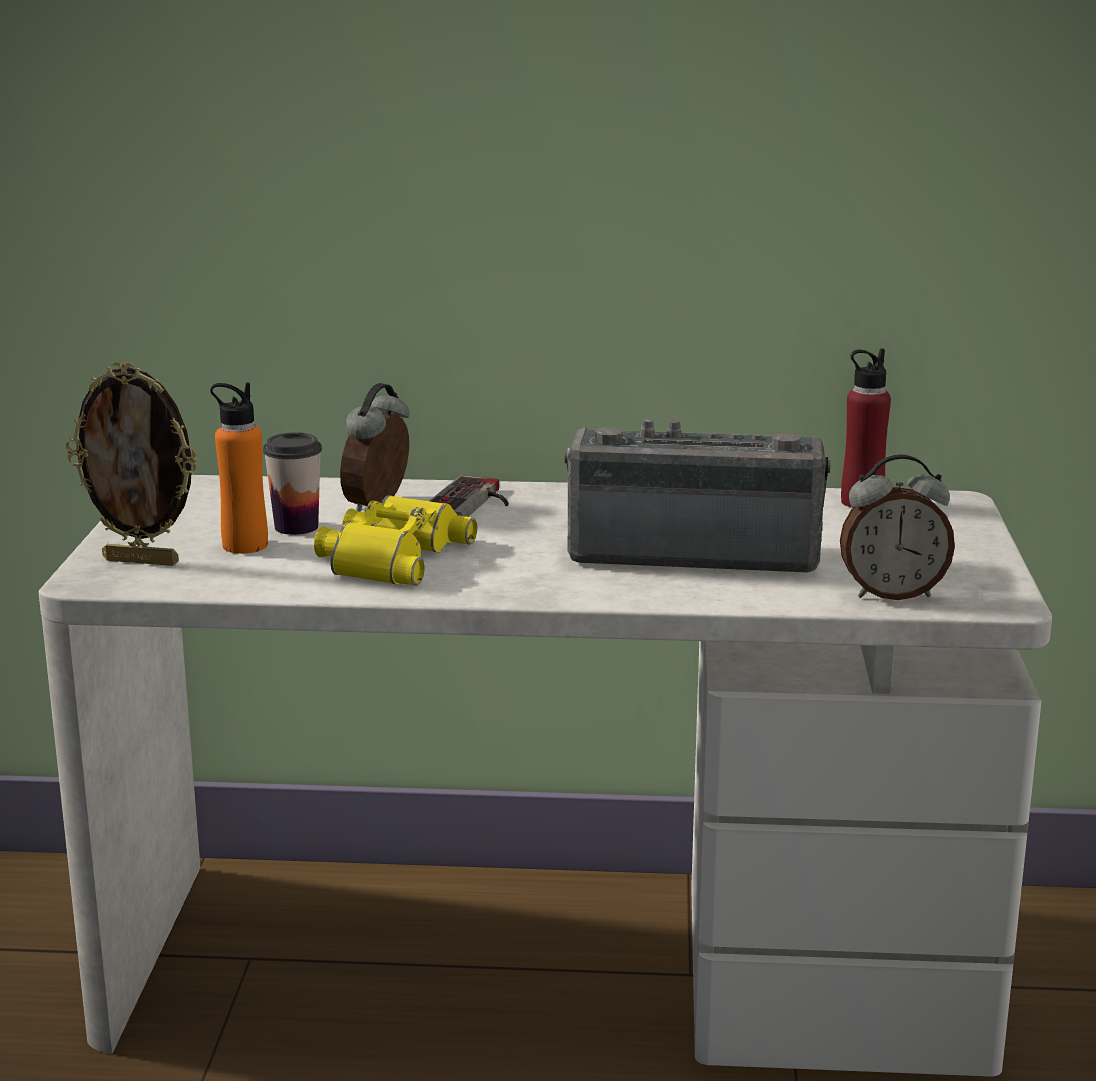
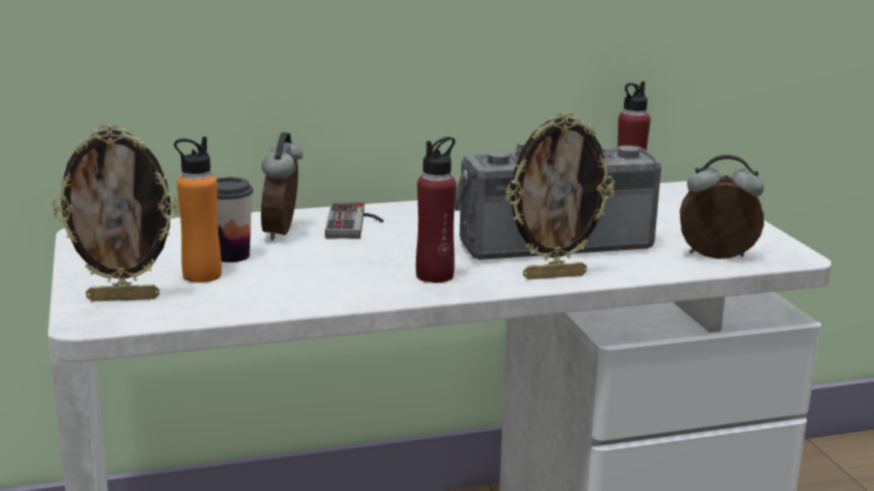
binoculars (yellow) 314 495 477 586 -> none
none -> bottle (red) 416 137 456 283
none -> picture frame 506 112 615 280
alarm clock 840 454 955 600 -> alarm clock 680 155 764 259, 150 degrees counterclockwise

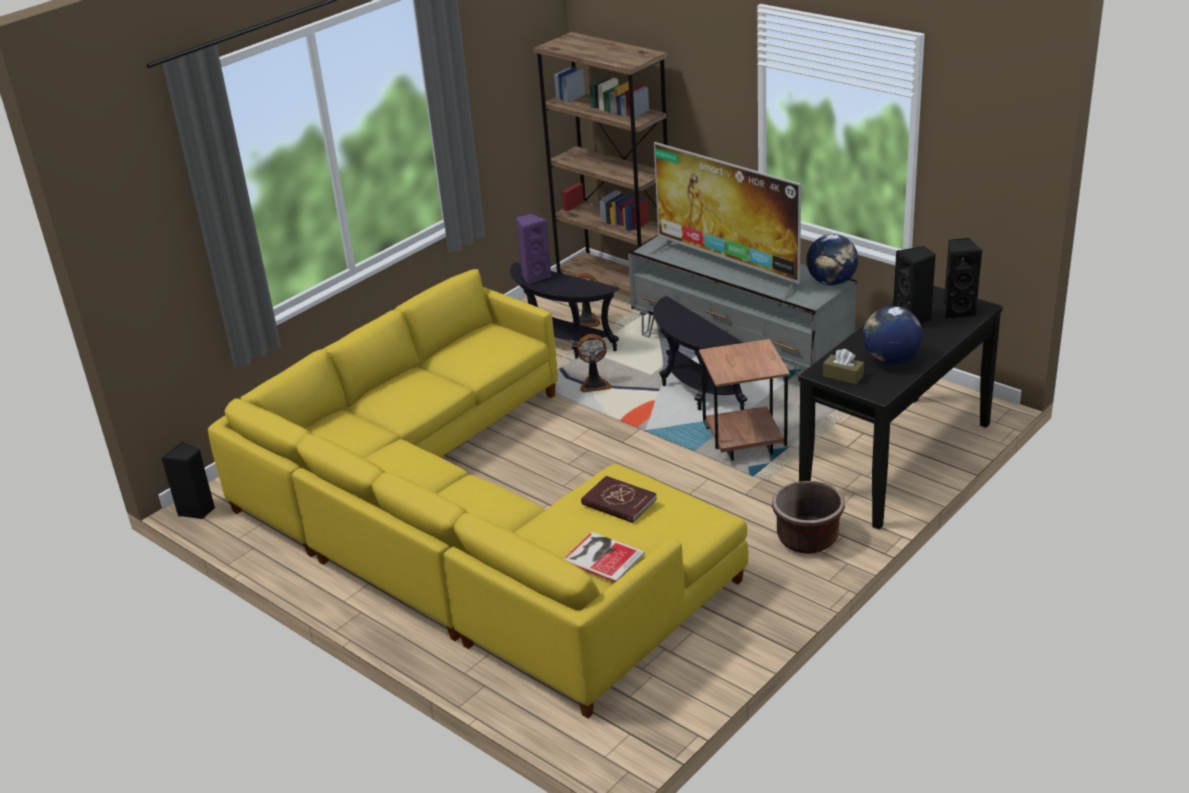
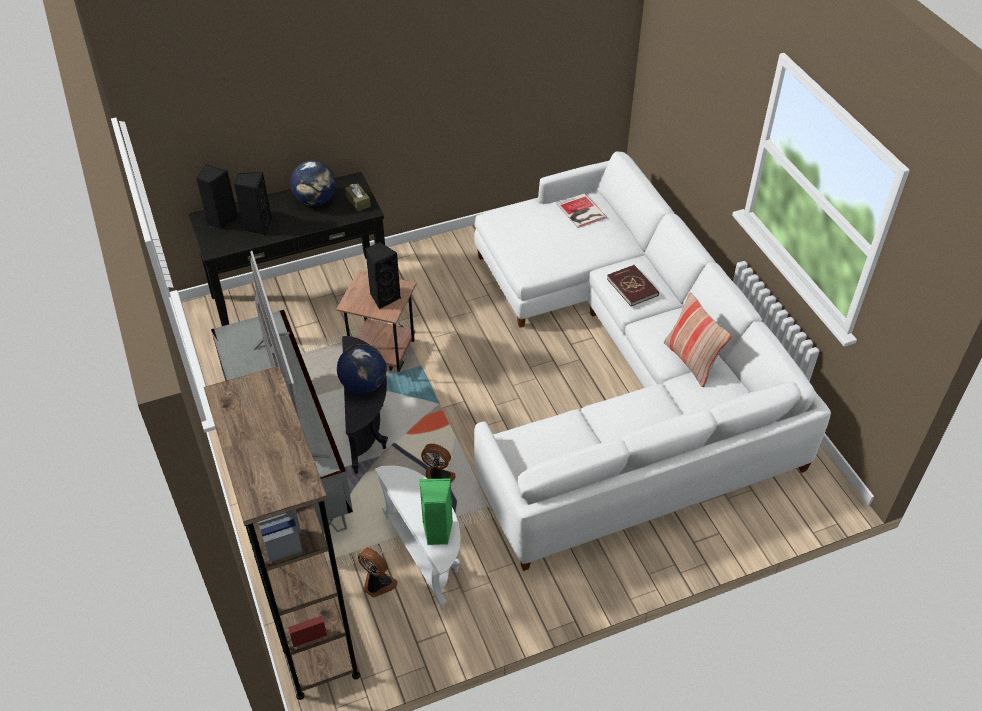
planter (brown) 772 481 845 554 -> none
none -> pillow 664 292 732 387
speaker (black) 161 442 215 519 -> speaker (black) 365 242 401 309, moved
book (red) 581 476 657 523 -> book (red) 607 265 659 306, moved
globe 806 234 858 286 -> globe 337 344 387 394, moved
sofa (yellow) 208 269 749 718 -> sofa (white) 474 151 831 571
side table (black) 510 262 620 358 -> side table (white) 375 466 461 610
speaker (purple) 515 213 551 284 -> speaker (green) 419 478 453 545

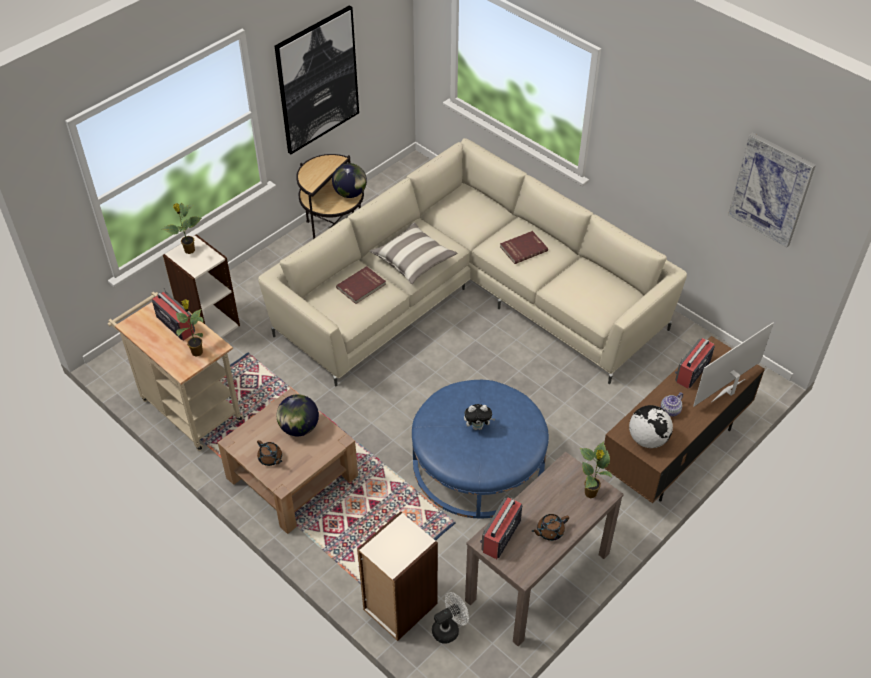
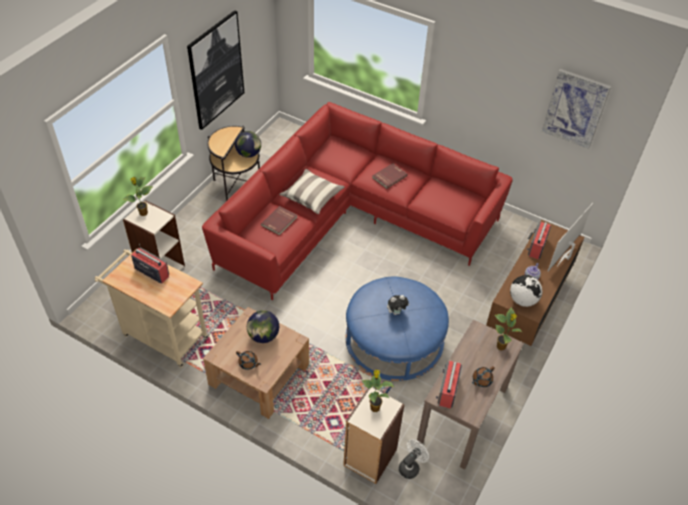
potted plant 176 299 204 357 -> potted plant 362 370 394 412, moved
sofa (beige) 258 138 687 386 -> sofa (red) 202 102 513 300

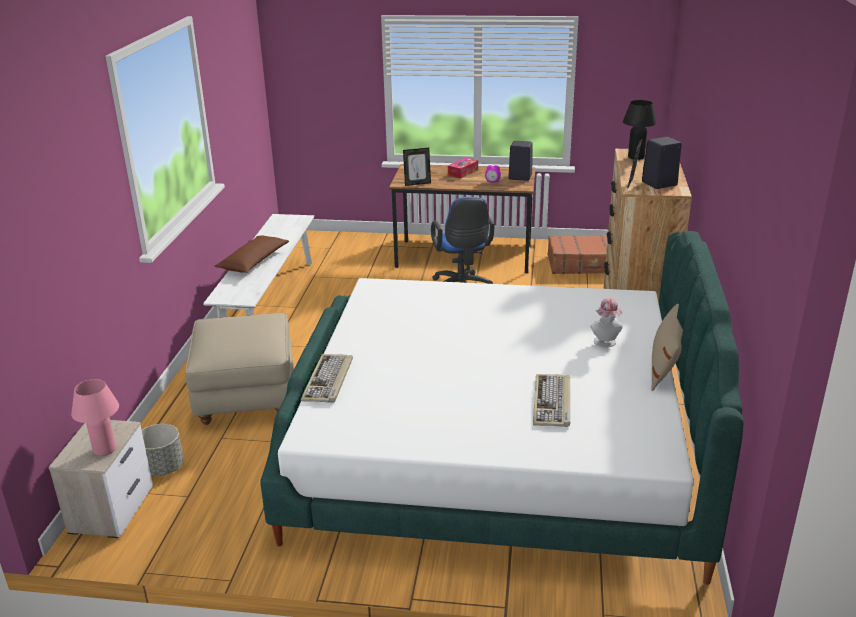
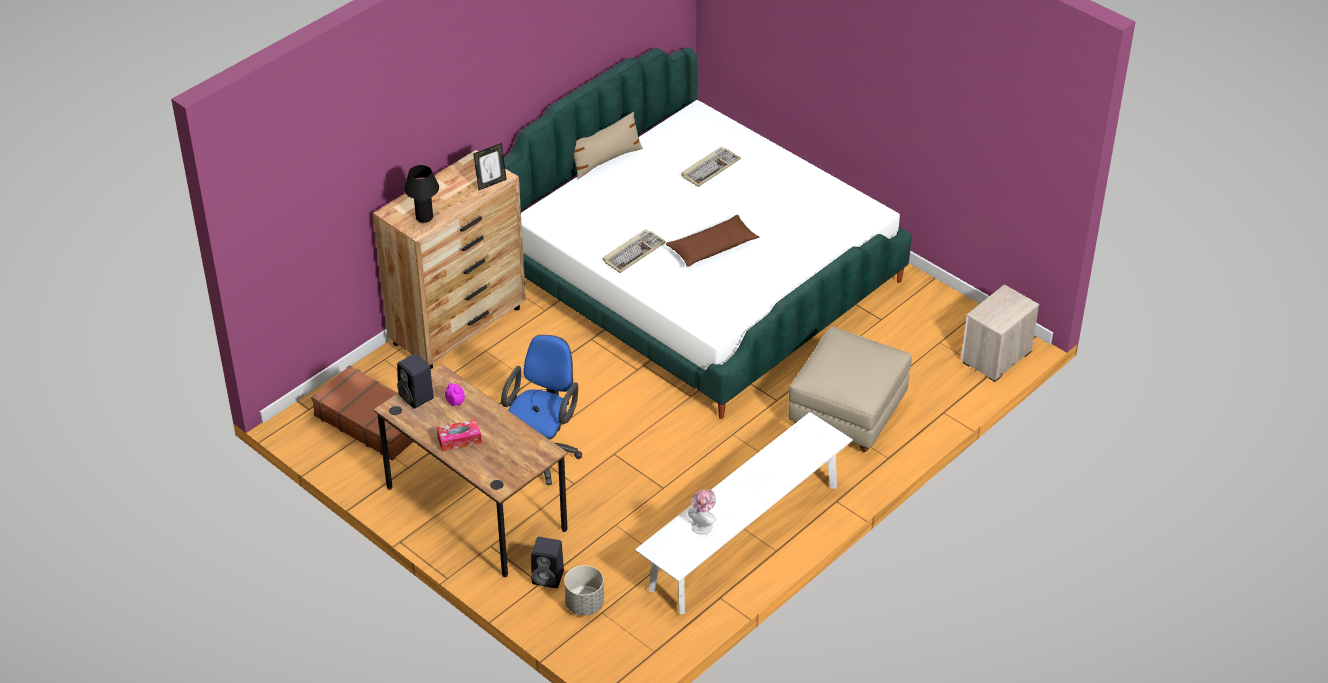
table lamp (pink) 71 379 119 456 -> none
picture frame 403 148 431 186 -> none
planter (grey) 142 424 184 476 -> planter (grey) 564 565 604 615, moved
pillow (brown) 214 235 289 273 -> pillow (brown) 666 215 759 267, moved
keyboard 301 354 353 403 -> keyboard 603 229 666 273, moved
hat 590 298 623 347 -> hat 688 489 716 535, moved
speaker (black) 642 137 682 189 -> speaker (black) 531 537 564 588, moved

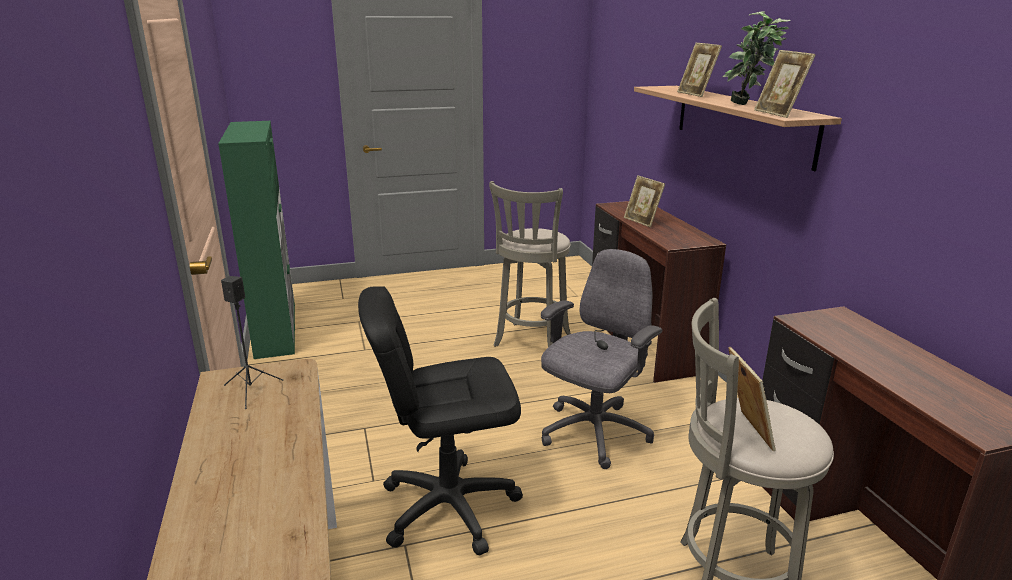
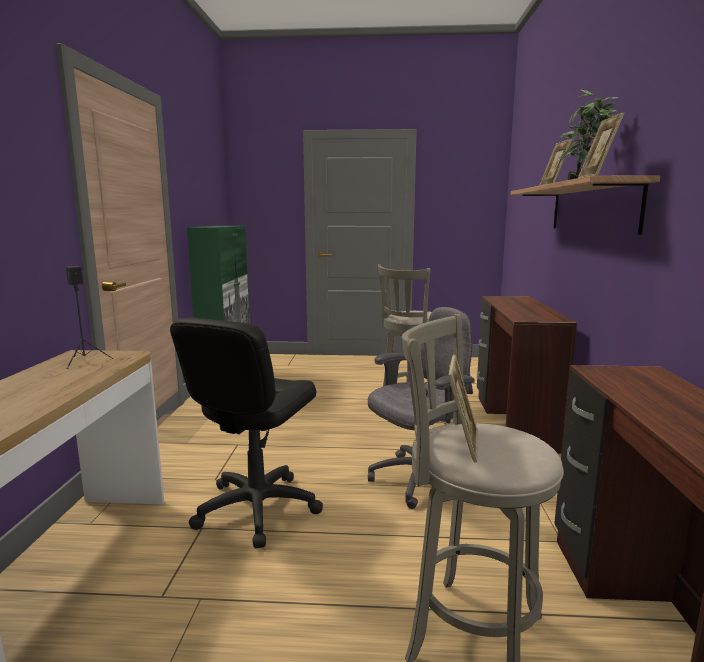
picture frame 624 175 665 227 -> none
office chair (black) 358 286 523 556 -> office chair (black) 170 317 323 548, 75 degrees counterclockwise

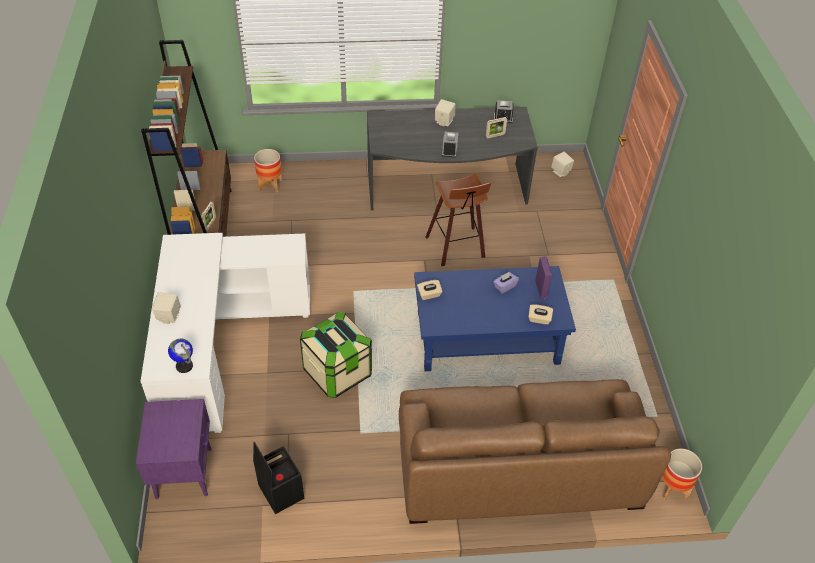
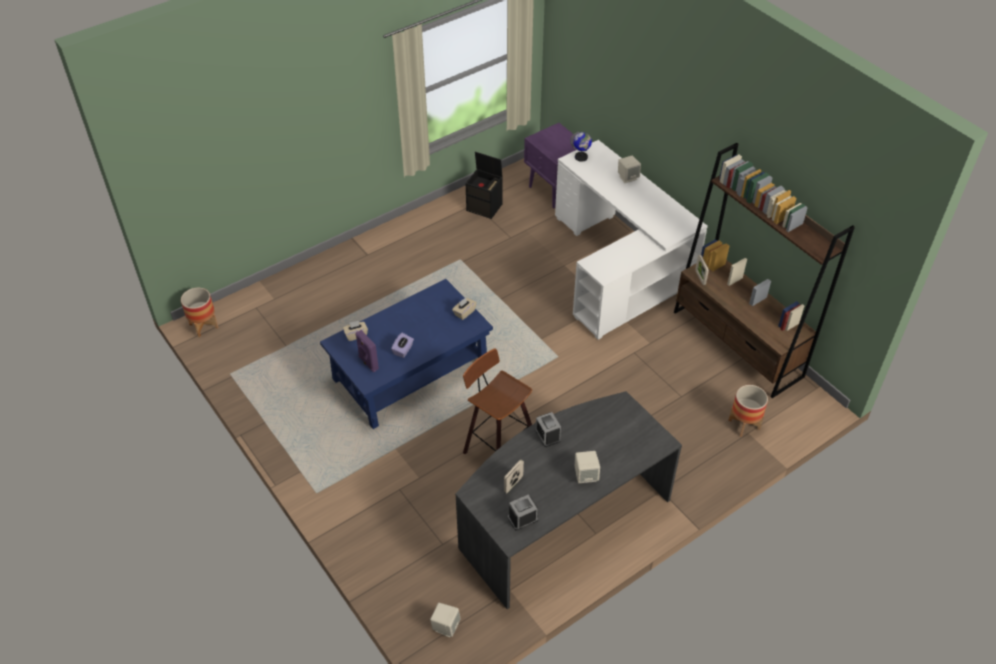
storage box 300 312 372 398 -> none
sofa (brown) 399 379 671 524 -> none

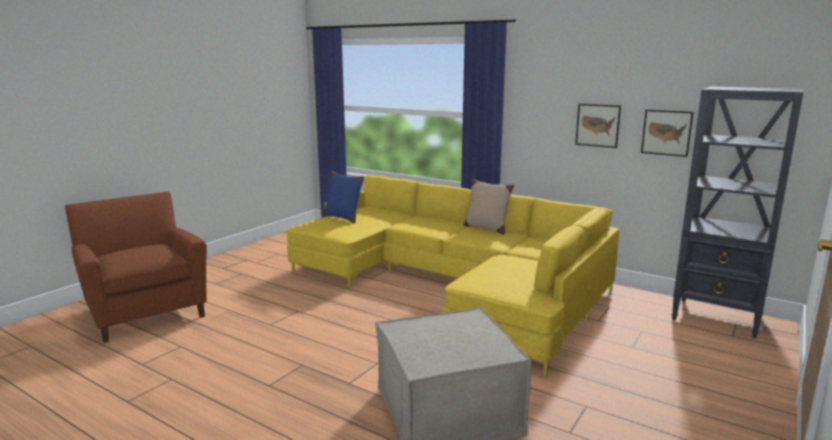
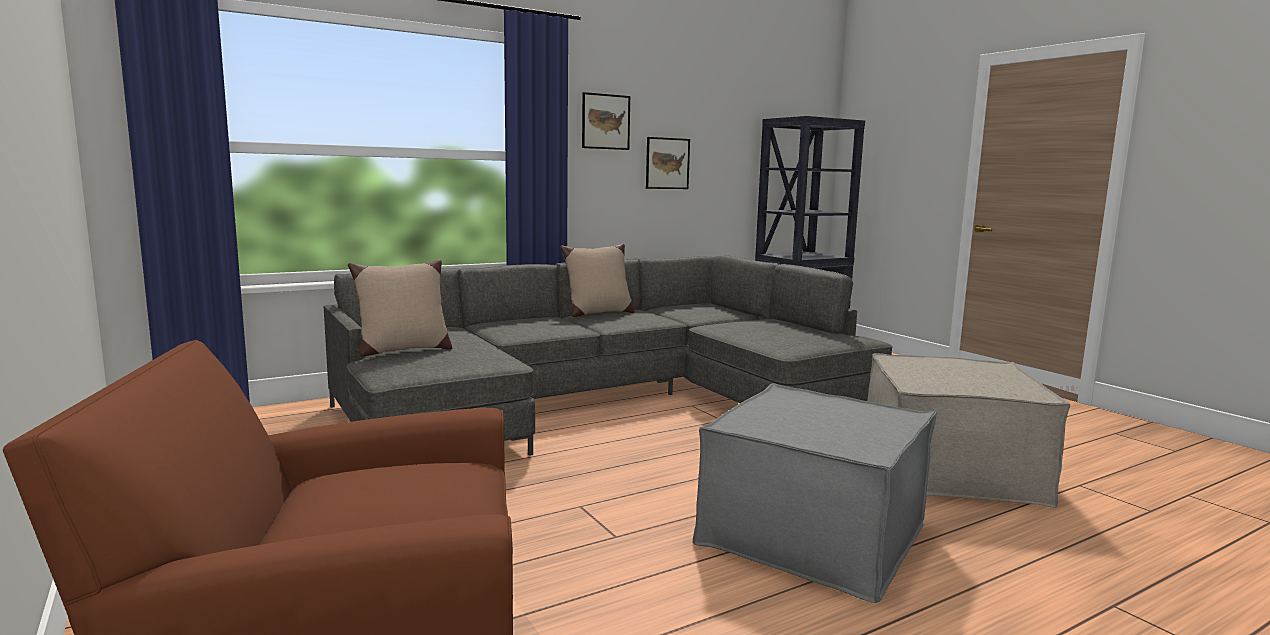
none -> ottoman (grey) 693 383 936 603
picture 641 110 694 157 -> picture 582 92 630 150, moved
sofa (yellow) 287 175 620 376 -> sofa (grey) 324 255 893 456
pillow (blue) 323 171 364 223 -> pillow (beige) 348 259 452 356

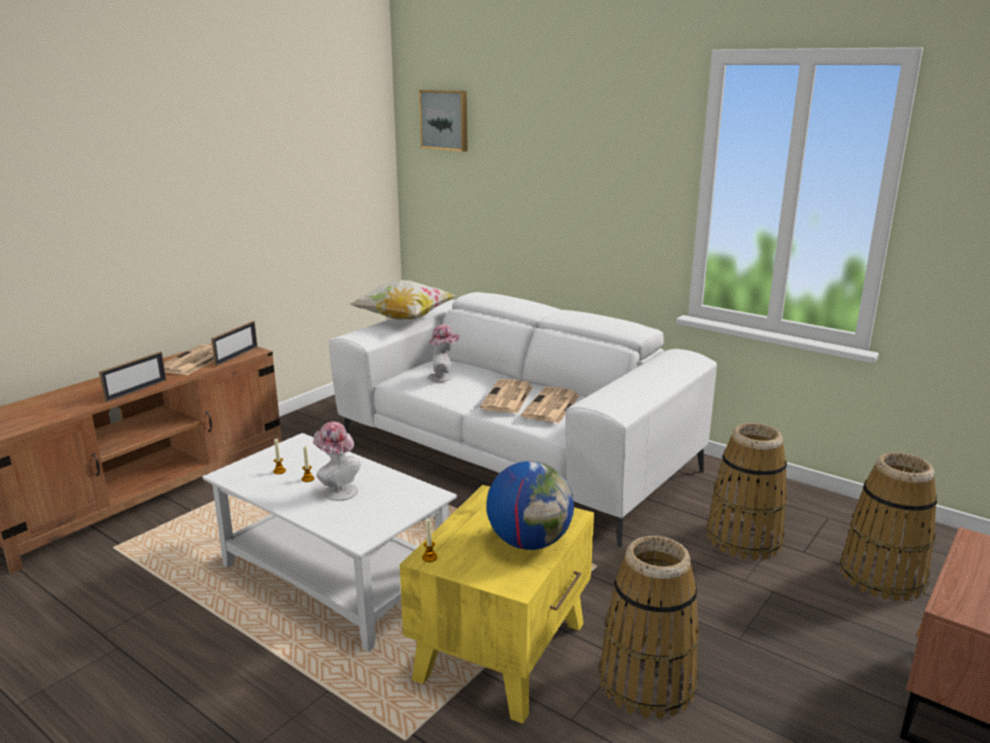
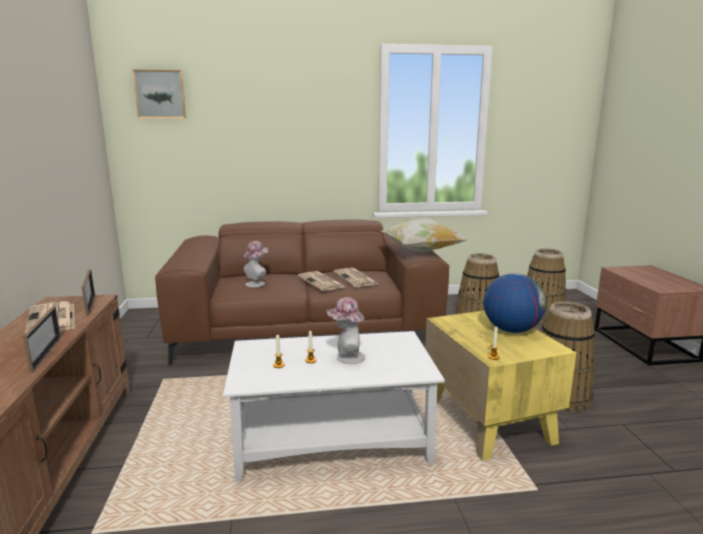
pillow 350 280 456 320 -> pillow 381 219 467 252, moved
sofa (white) 329 292 717 548 -> sofa (brown) 155 219 449 366

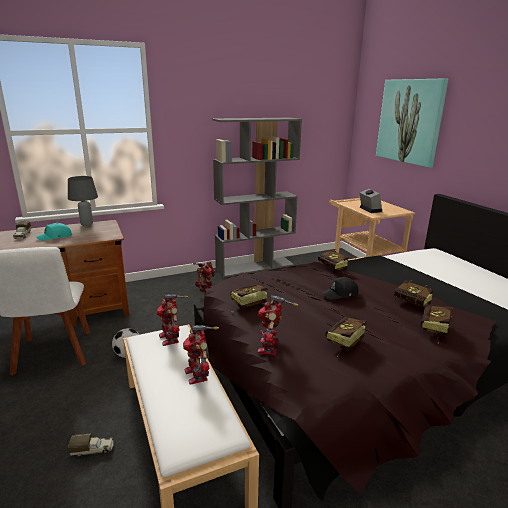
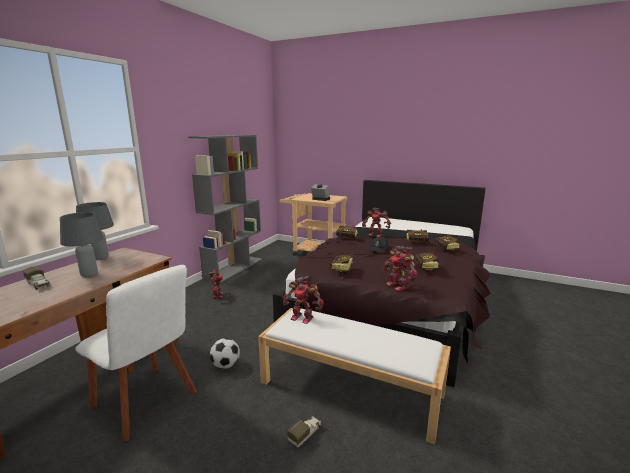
picture 376 78 448 168 -> none
toy robot 183 325 219 385 -> toy robot 362 208 391 237, moved
cap (turquoise) 36 223 72 241 -> table lamp (grey) 60 212 104 277

